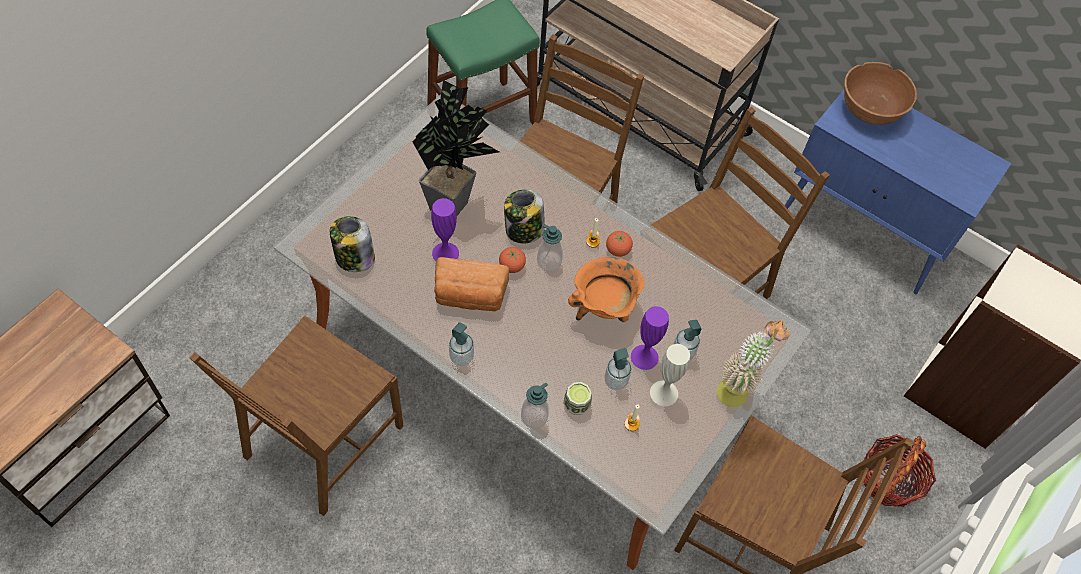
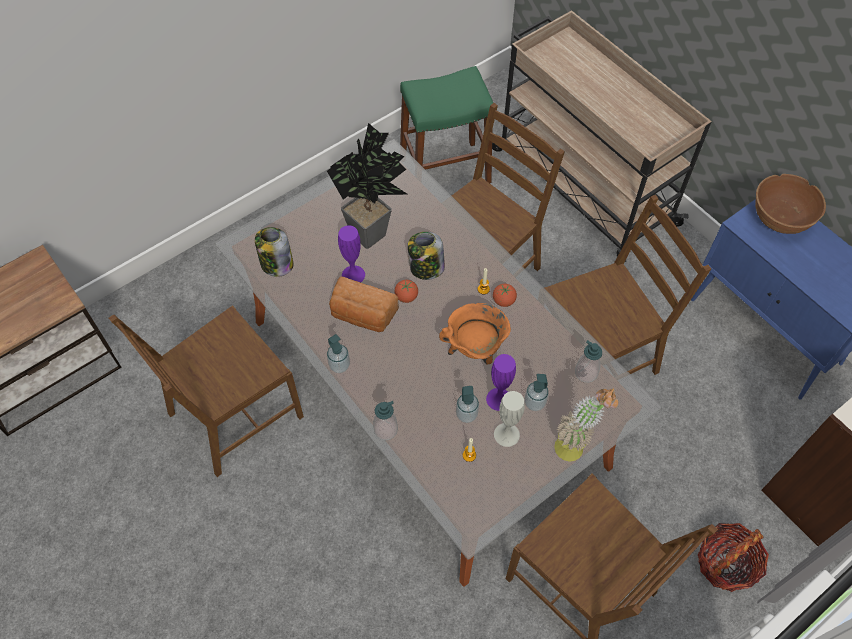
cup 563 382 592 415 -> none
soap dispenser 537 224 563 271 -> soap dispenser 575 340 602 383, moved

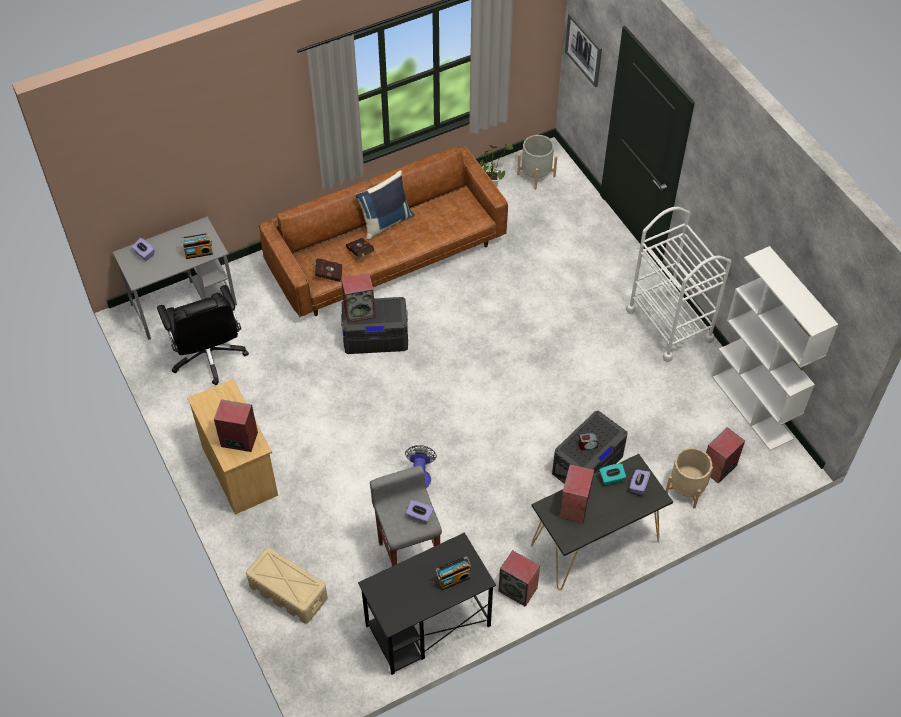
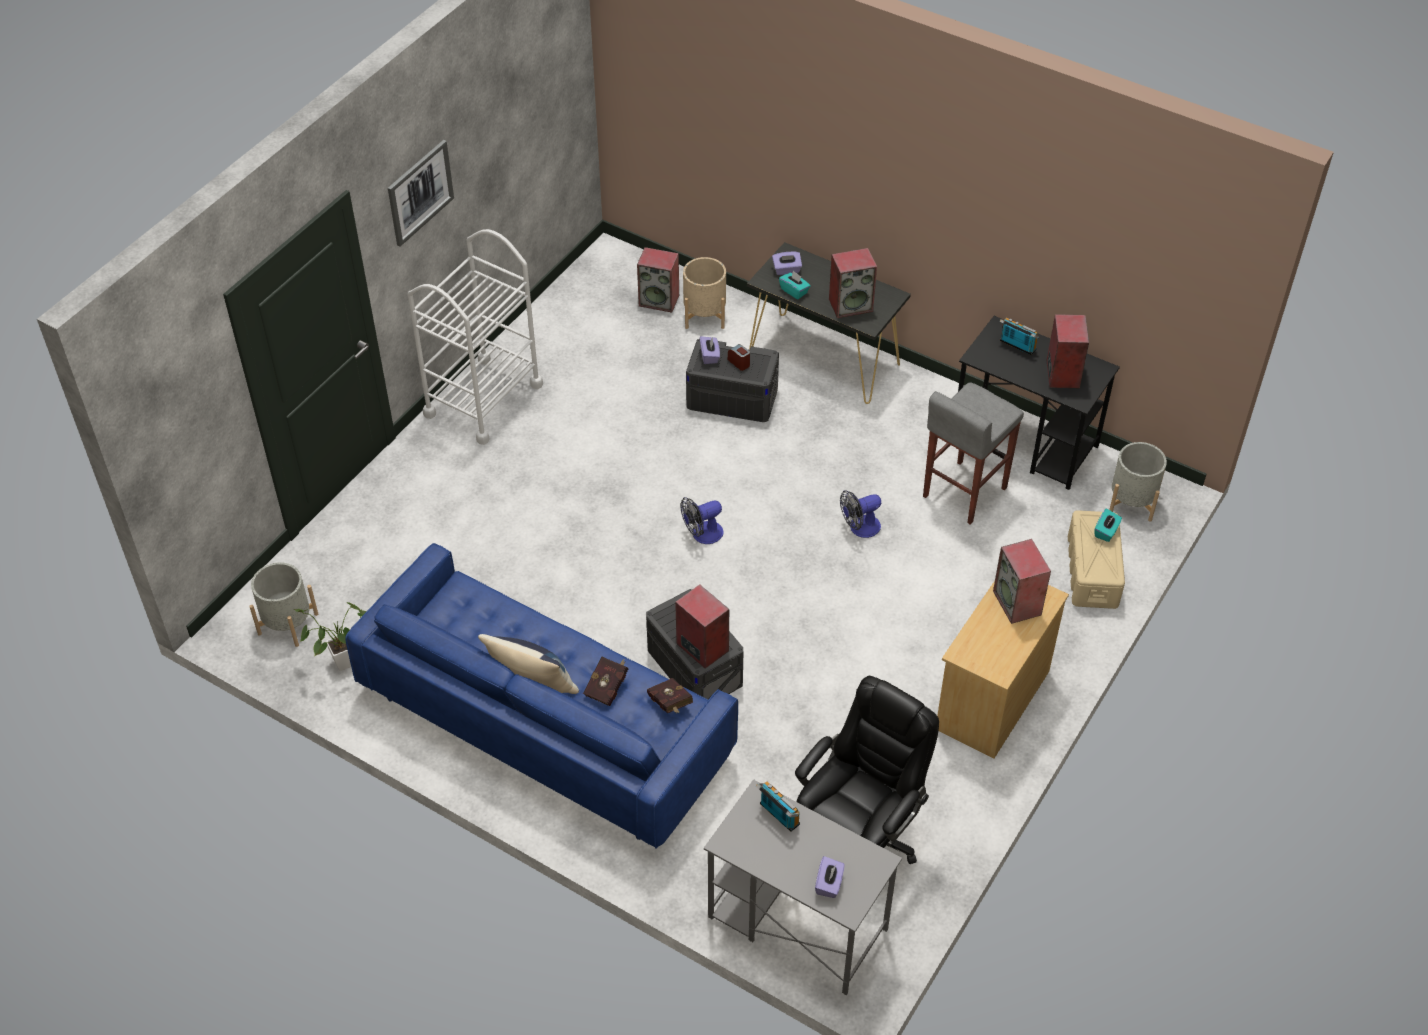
bookcase (white) 711 246 838 451 -> none
none -> fan 680 497 723 544
none -> tissue box (turquoise) 1094 508 1122 542
none -> planter (grey) 1109 442 1167 522
tissue box (purple) 406 500 434 524 -> tissue box (purple) 700 336 720 364, moved
speaker 499 550 540 607 -> speaker 1047 314 1089 388, moved
picture 565 13 602 87 -> picture 388 140 454 246, moved
sofa (brown) 259 146 508 317 -> sofa (blue) 345 543 738 849

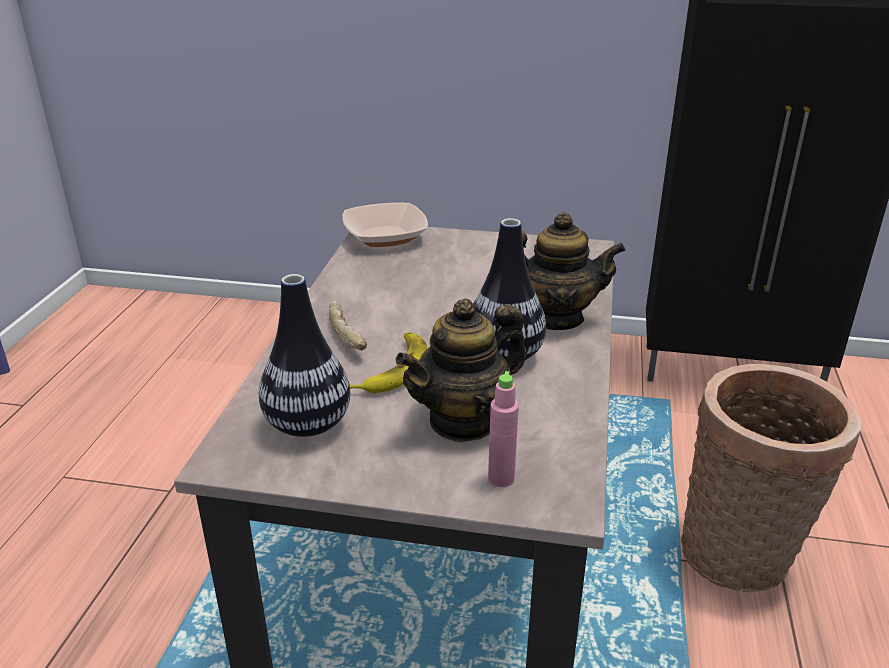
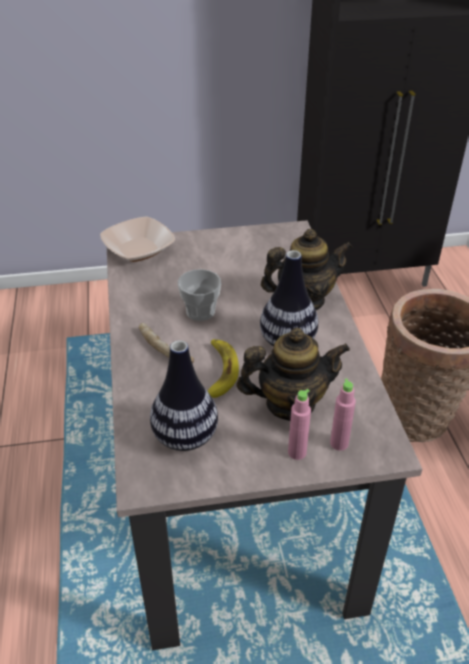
none -> cup 178 269 221 321
none -> bottle (pink) 288 389 311 460
teapot 395 298 526 442 -> teapot 237 328 350 421, 135 degrees counterclockwise

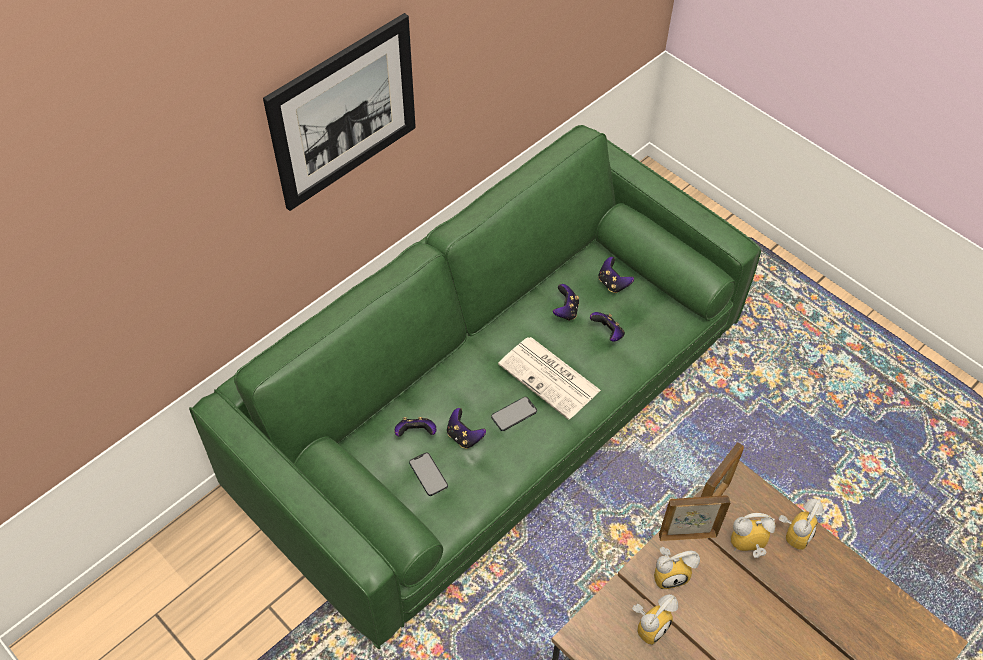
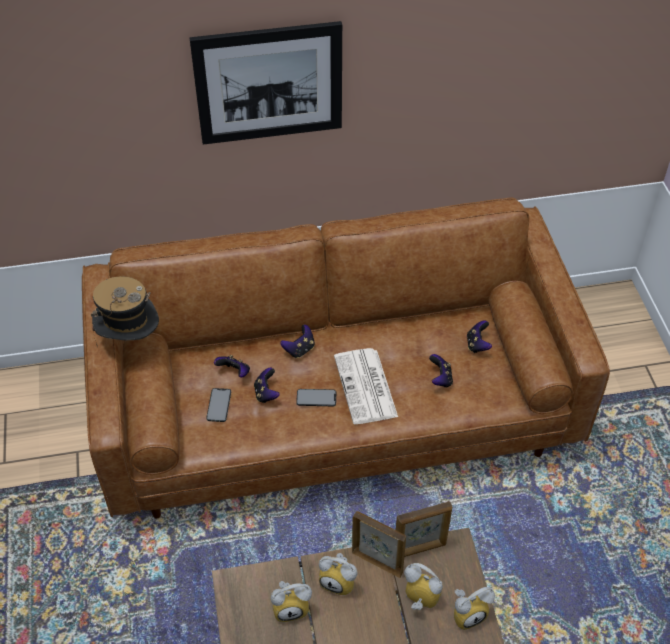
none -> hat 91 276 159 347
game controller 553 284 579 321 -> game controller 280 325 315 358, moved
sofa (green) 189 125 761 649 -> sofa (brown) 82 197 610 518

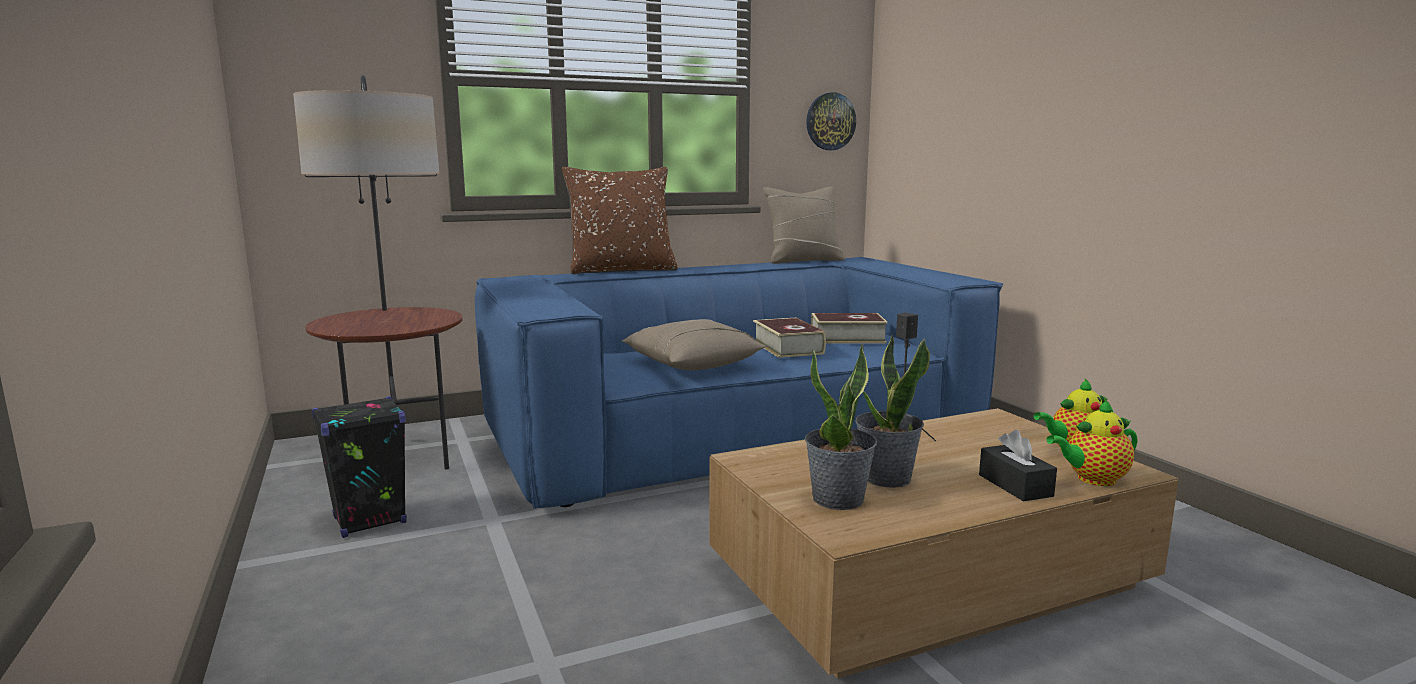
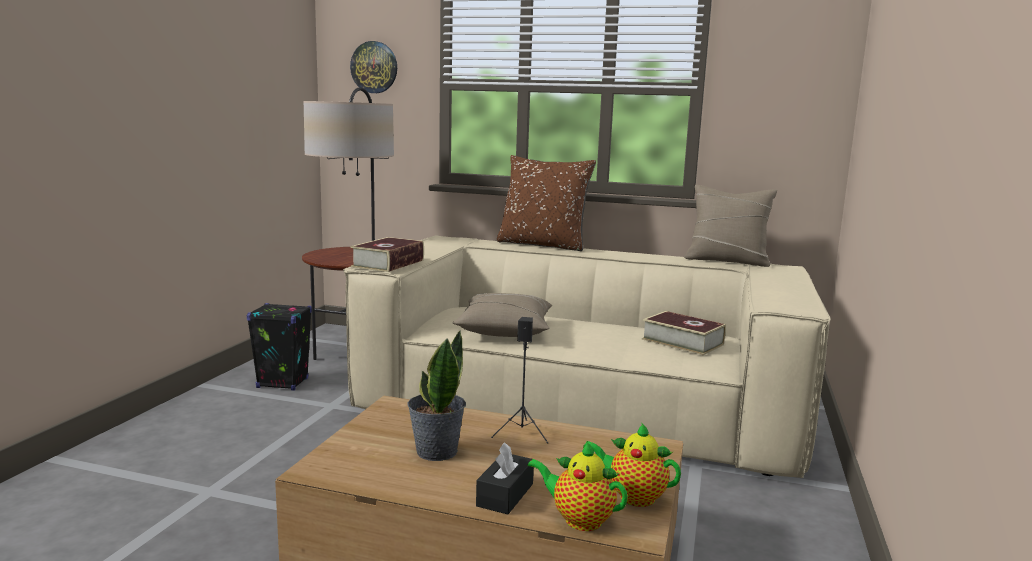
potted plant 805 343 877 510 -> none
book 753 318 826 358 -> book 350 237 424 272, moved
wall clock 806 92 856 150 -> wall clock 350 41 397 93, moved
sofa (blue) 475 257 1003 509 -> sofa (beige) 343 236 831 478

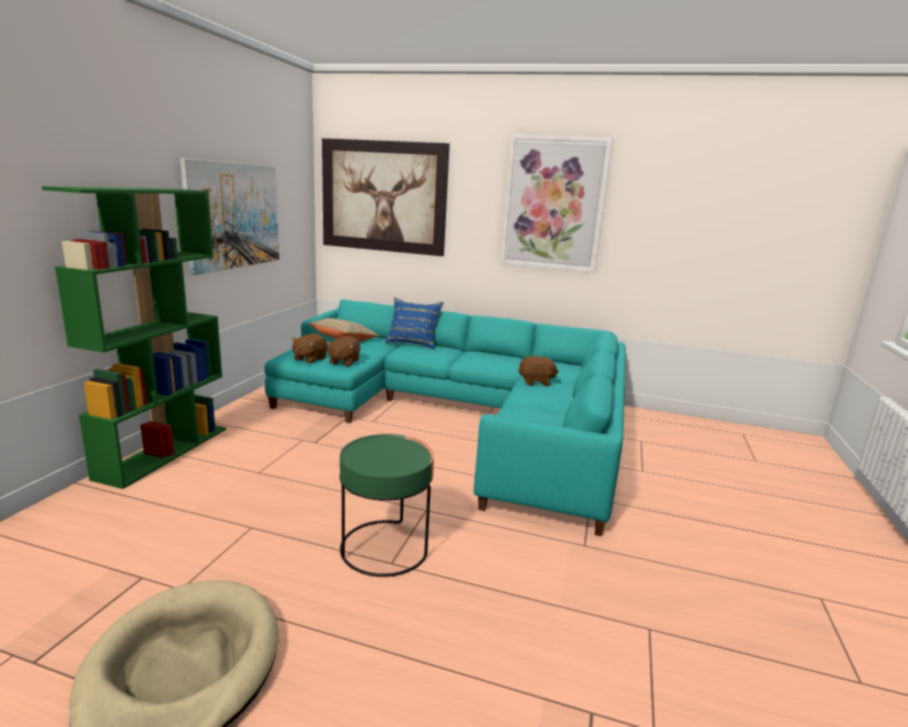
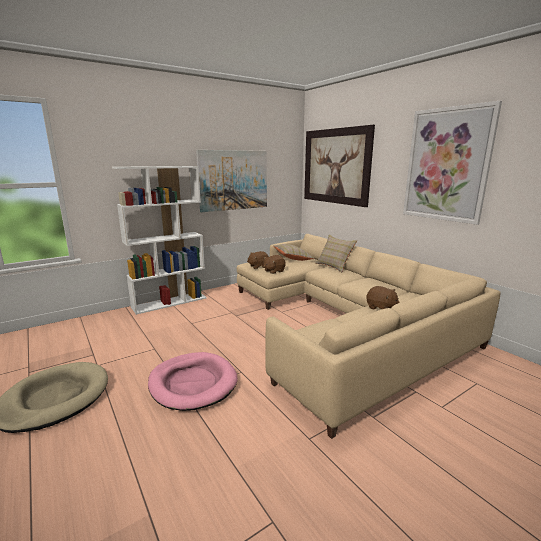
side table (green) 340 434 434 577 -> dog bed (pink) 148 352 238 411
bookcase (green) 42 186 226 489 -> bookcase (white) 112 166 207 315
sofa (turquoise) 264 299 626 536 -> sofa (beige) 237 234 501 439
pillow (blue) 385 298 444 349 -> pillow (beige) 315 234 358 272

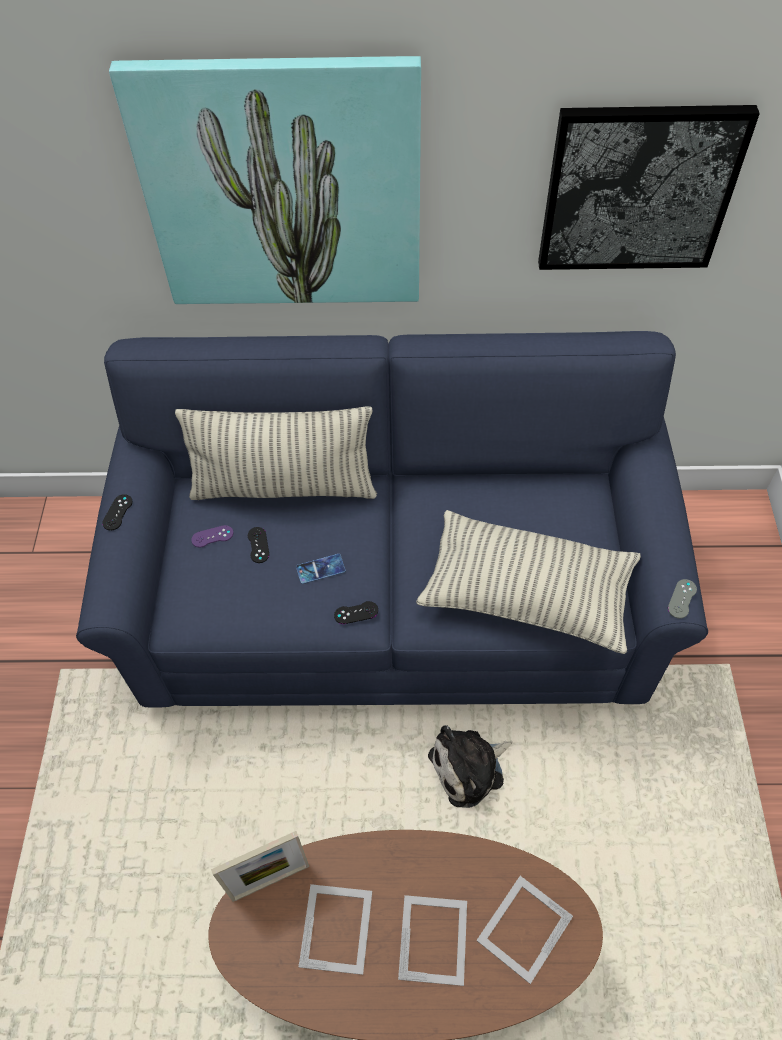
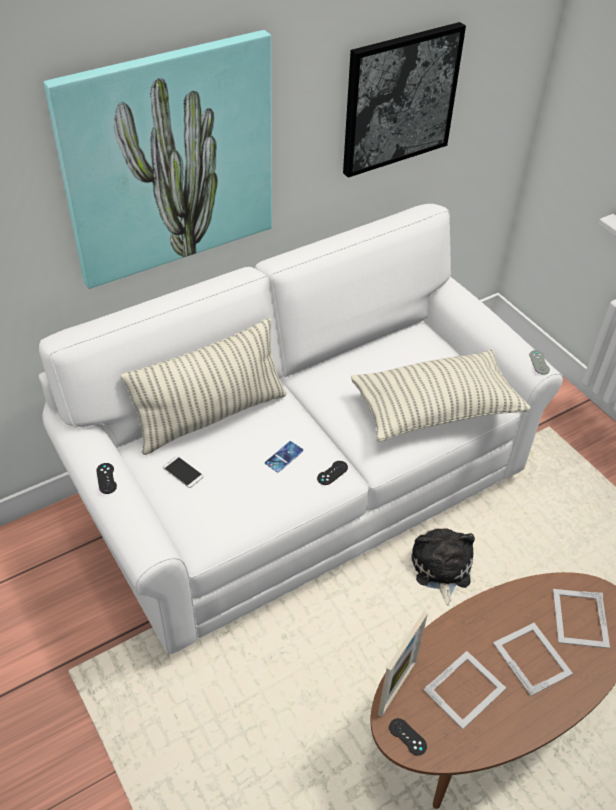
game controller (black) 248 527 269 563 -> game controller (black) 389 718 427 756, moved
game controller (purple) 191 525 233 548 -> phone 163 456 203 488
sofa (blue) 76 331 708 707 -> sofa (white) 39 204 563 655
picture frame 299 884 372 975 -> picture frame 423 651 506 729, 75 degrees clockwise
plush toy 428 725 513 808 -> plush toy 411 528 475 606, 150 degrees clockwise

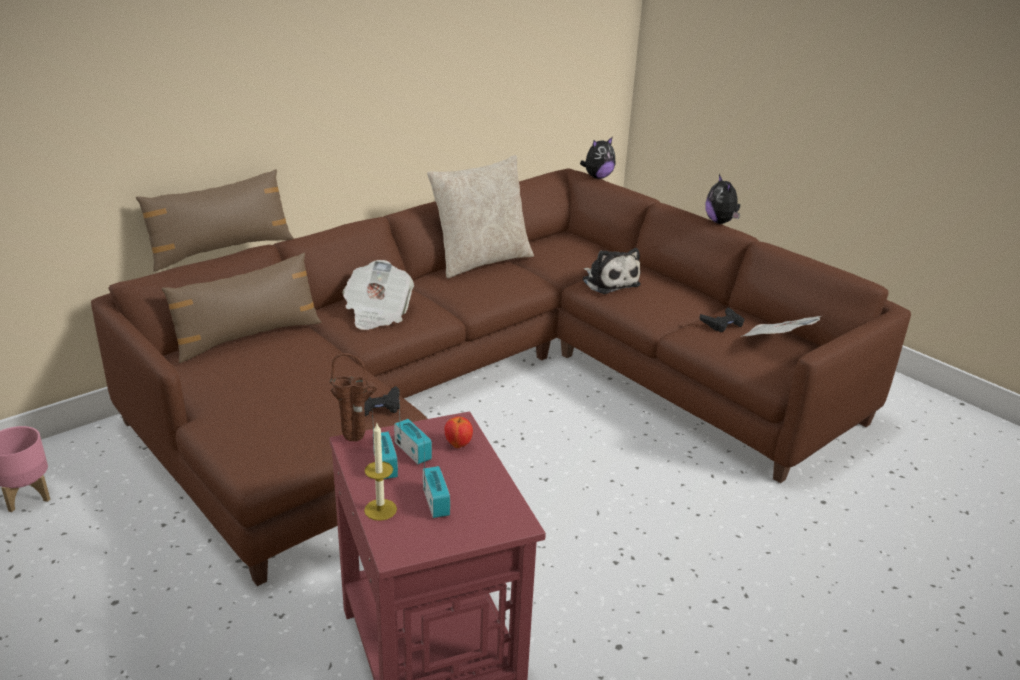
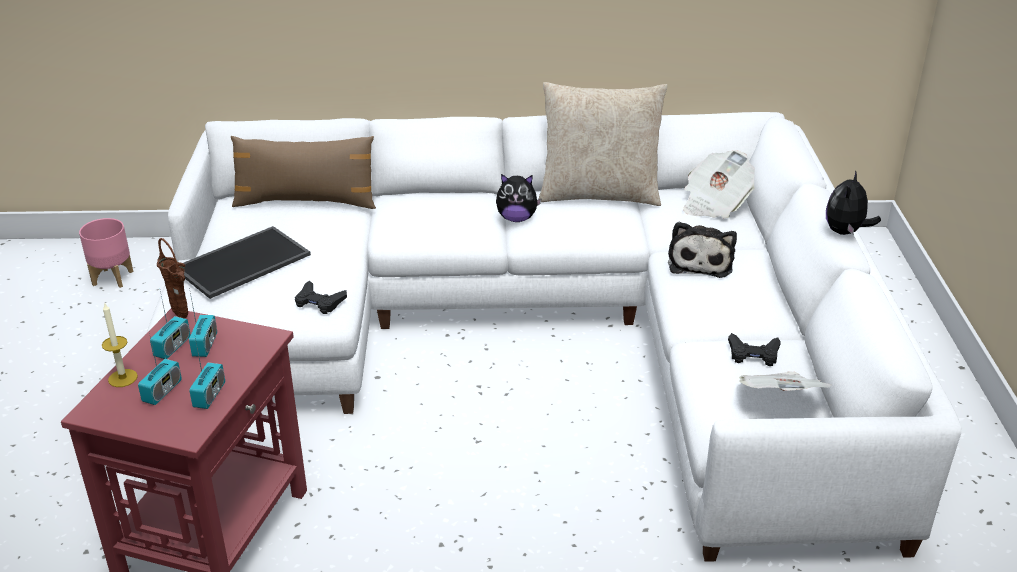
pillow (brown) 136 169 294 272 -> none
apple 444 416 473 448 -> none
none -> tray 184 226 311 299
none -> radio 189 338 225 409
newspaper 343 260 414 330 -> newspaper 683 150 755 218, moved
plush toy 580 137 616 179 -> plush toy 496 174 542 222, moved
sofa (brown) 91 168 911 586 -> sofa (white) 146 112 961 562

